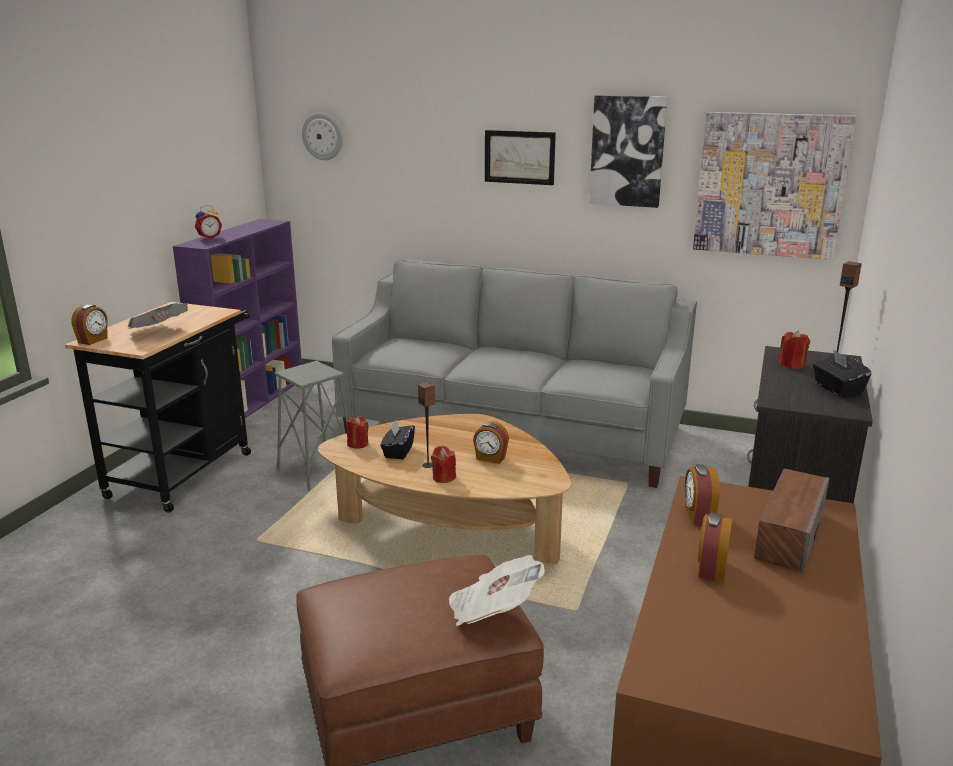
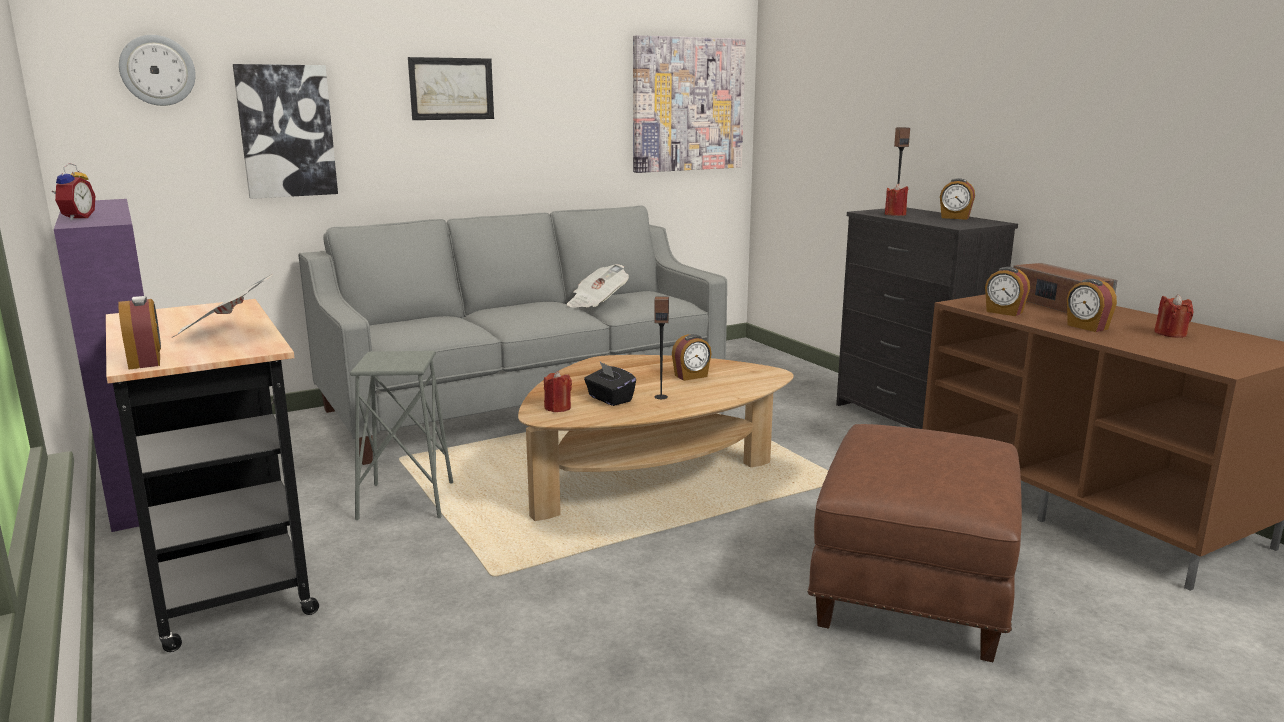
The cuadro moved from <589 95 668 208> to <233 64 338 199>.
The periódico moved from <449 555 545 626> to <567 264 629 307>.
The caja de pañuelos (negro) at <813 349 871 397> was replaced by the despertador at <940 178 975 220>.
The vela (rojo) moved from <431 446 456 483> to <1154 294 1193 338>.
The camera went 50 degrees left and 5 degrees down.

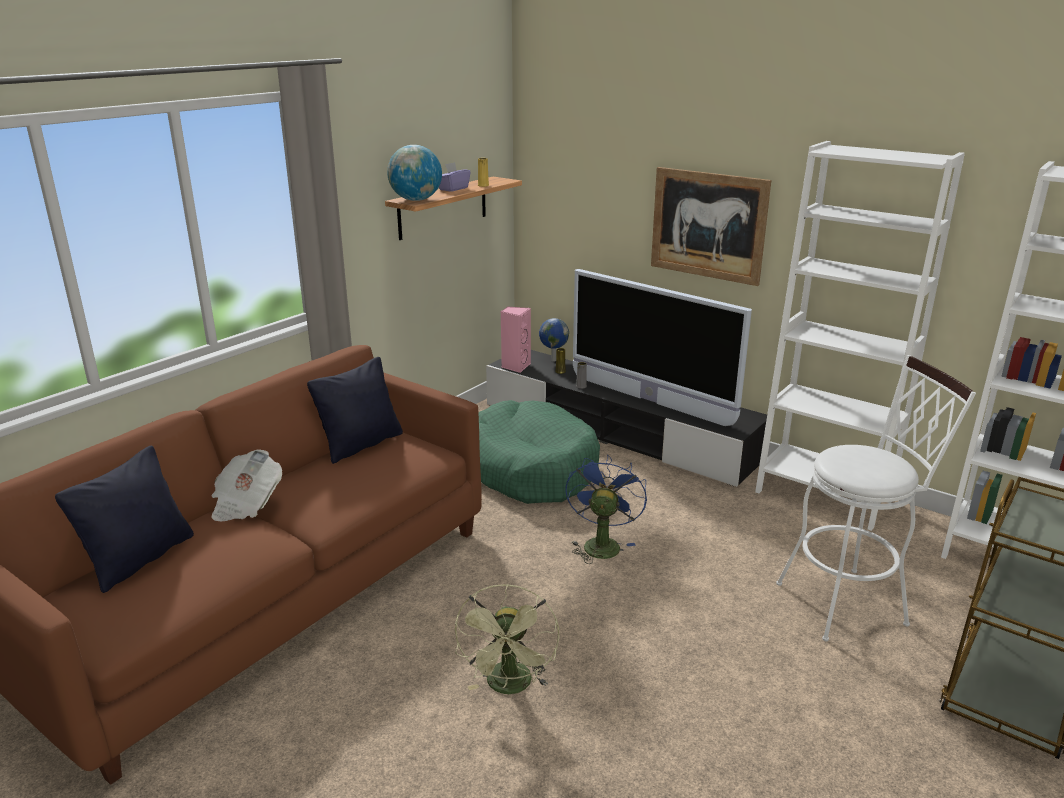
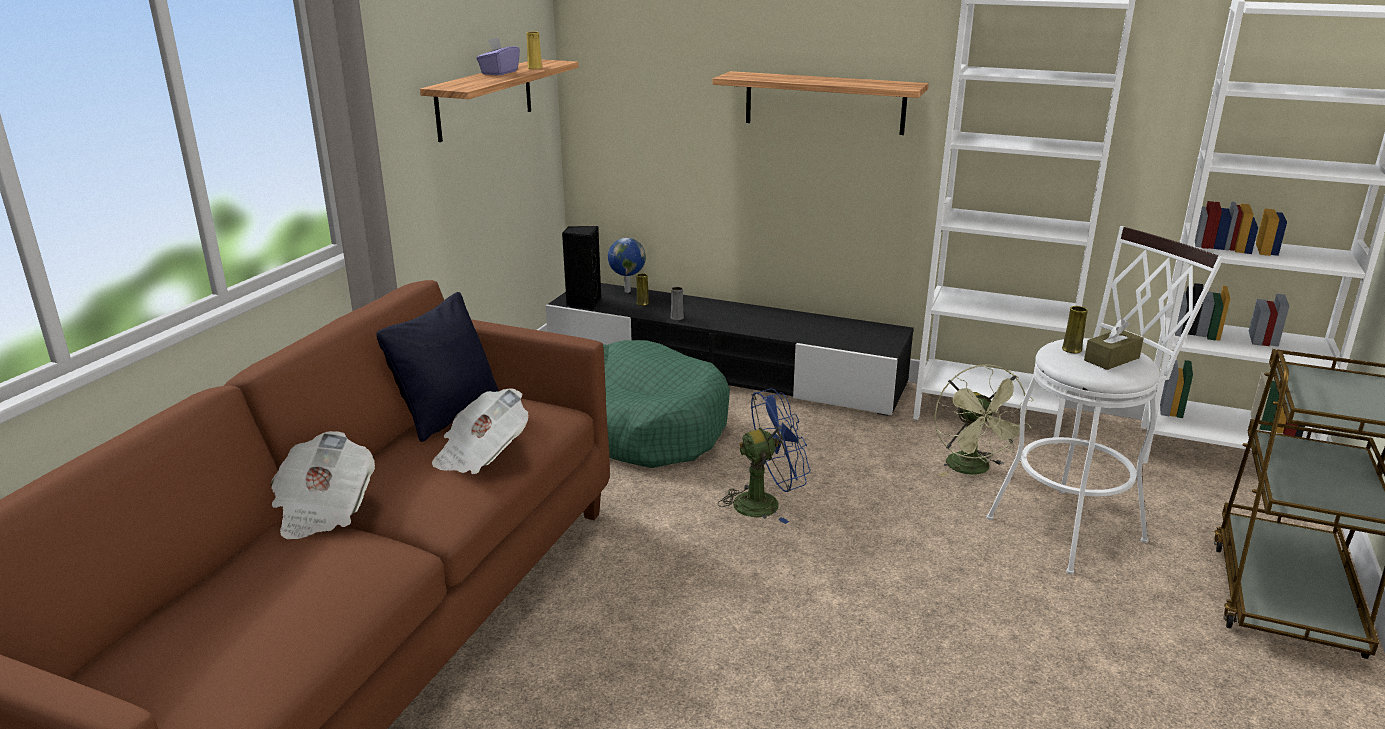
The periódico at <432 389 529 474> appeared.
The altavoz (rosa) at <500 306 531 373> became the altavoz (negro) at <562 226 601 310>.
The cuadro at <651 167 771 286> was replaced by the estante at <713 71 929 135>.
The ventilador (azul) at <565 454 647 564> turned 75 degrees clockwise.
The ventilador (verde) moved from <455 584 559 694> to <934 364 1033 477>.
The florero (amarillo) at <1062 306 1088 353> appeared.
The caja de pañuelos (marrón) at <1084 319 1144 370> appeared.
The cojín (negro) at <55 446 194 593> disappeared.
The globo terráqueo at <387 145 442 201> disappeared.
The televisor at <573 269 752 426> disappeared.
The camera went 15 degrees left and 0 degrees up.

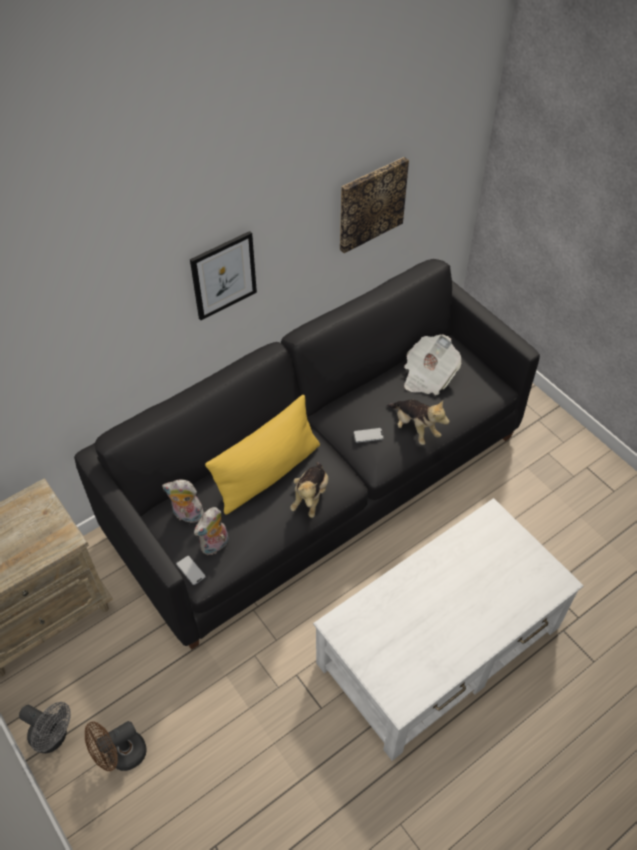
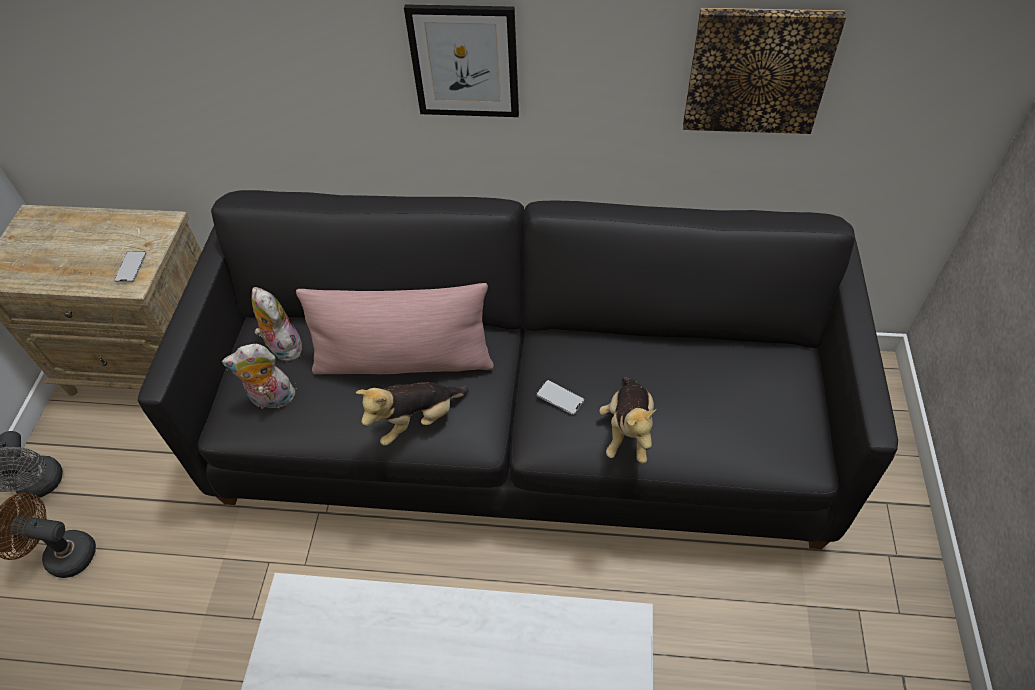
The móvil moved from <176 555 206 585> to <114 251 147 282>.
The cojín (amarillo) at <205 395 320 515> became the cojín (rosa) at <296 283 494 375>.
The periódico at <404 335 461 395> disappeared.
The camera went 45 degrees right and 0 degrees up.

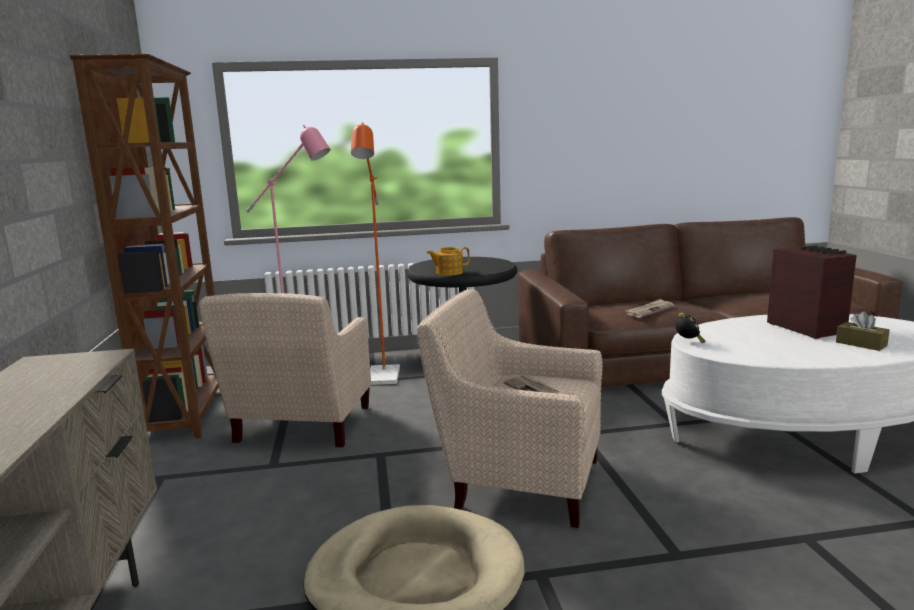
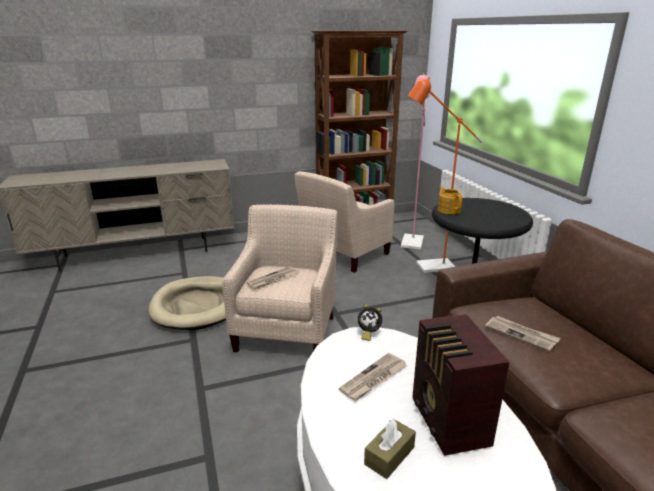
The sillón (beis) at <199 293 371 447> turned 45 degrees counterclockwise.
The periódico at <339 353 408 401> appeared.
The radio at <767 245 857 339> turned 105 degrees clockwise.
The camera went 80 degrees right and 10 degrees up.

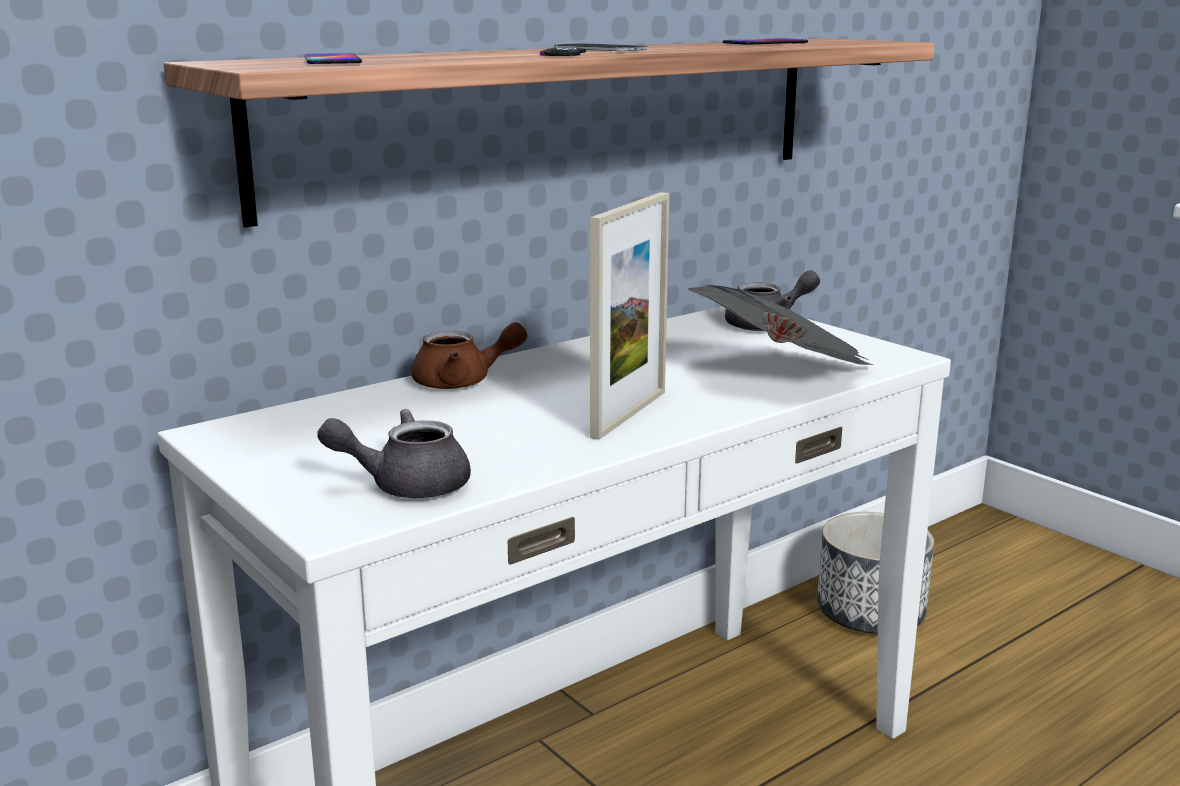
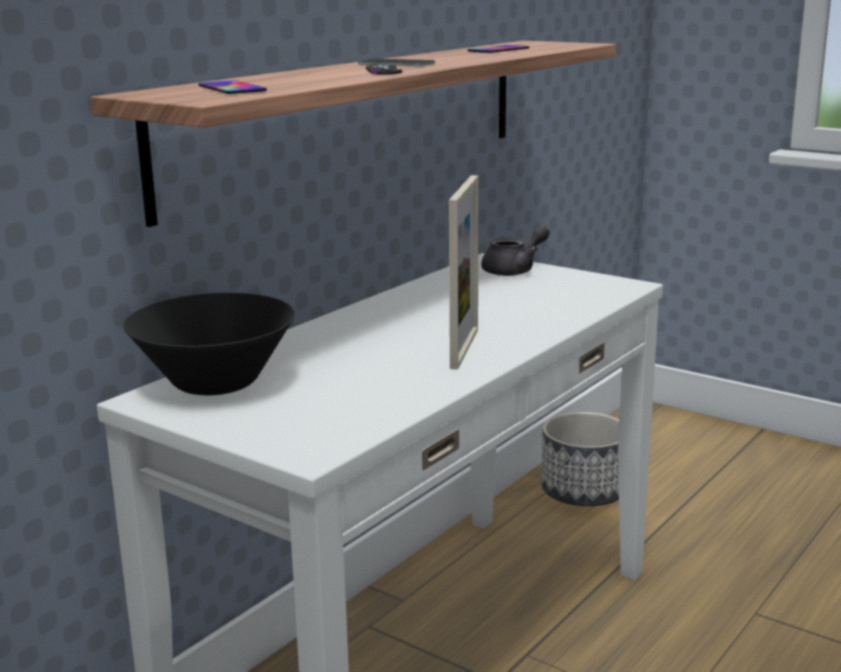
The cuenco (negro) at <123 293 295 395> appeared.
The tetera (gris) at <317 409 471 498> disappeared.
The tetera (marrón) at <411 322 527 389> disappeared.
The periódico at <688 285 874 365> disappeared.
The camera went 15 degrees left and 0 degrees up.

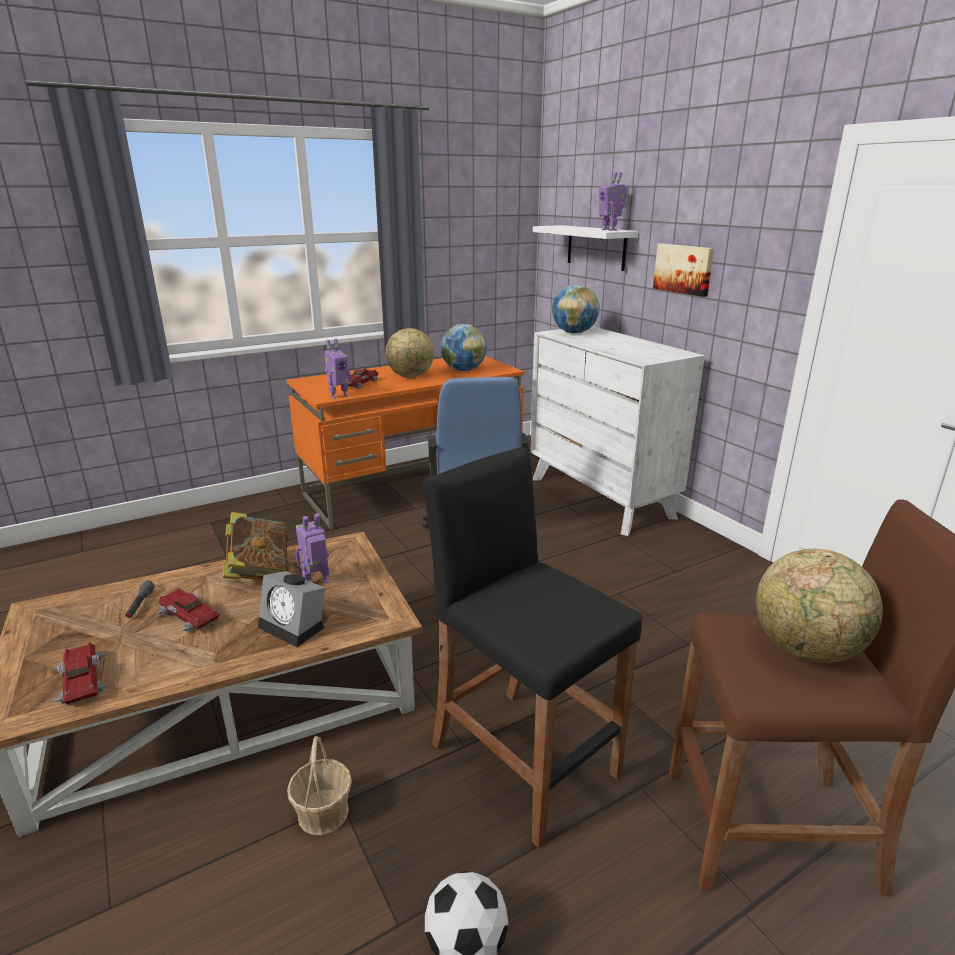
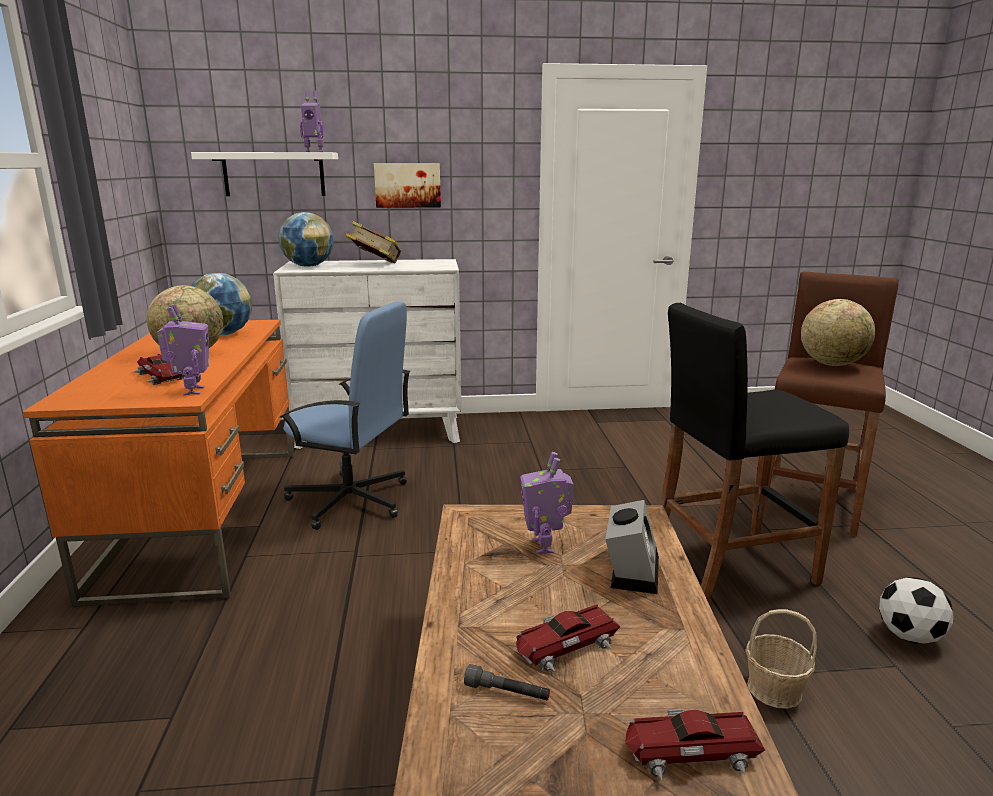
The libro moved from <223 512 289 580> to <346 221 401 263>.
The despertador at <258 571 325 647> turned 45 degrees counterclockwise.
The camera went 65 degrees left and 5 degrees down.

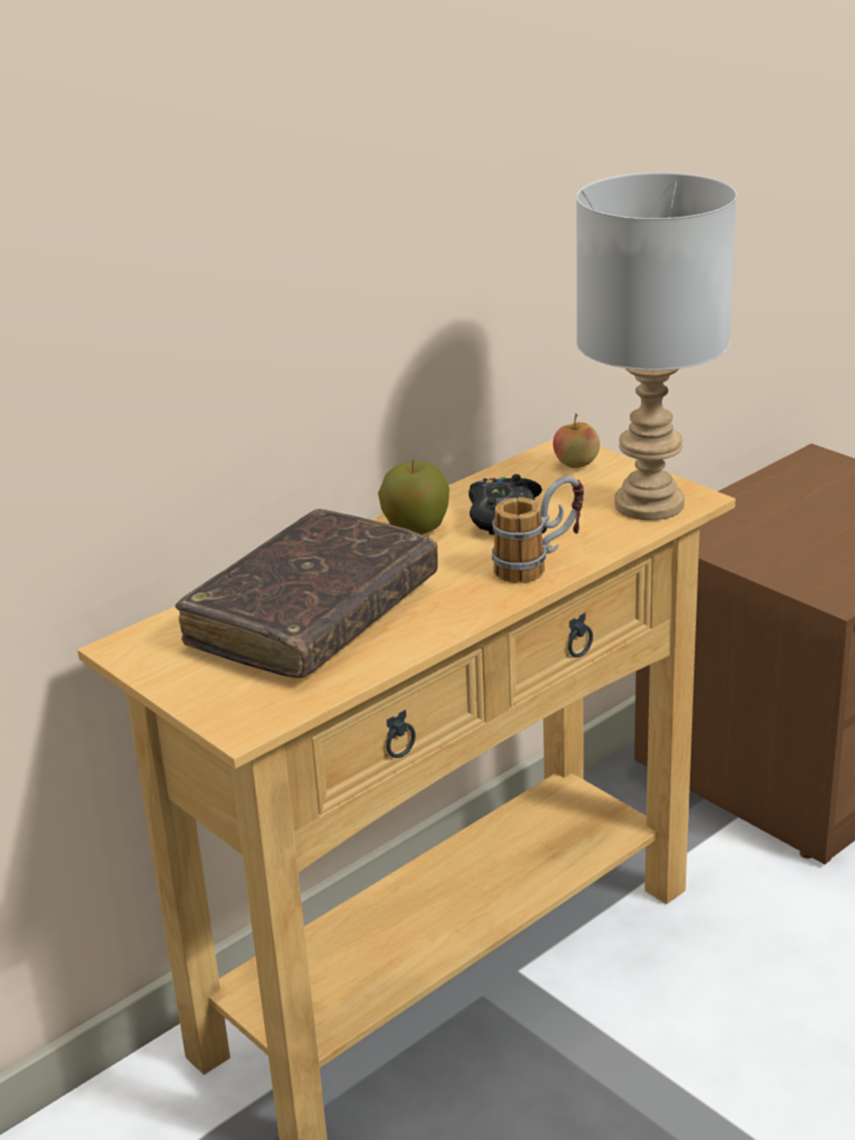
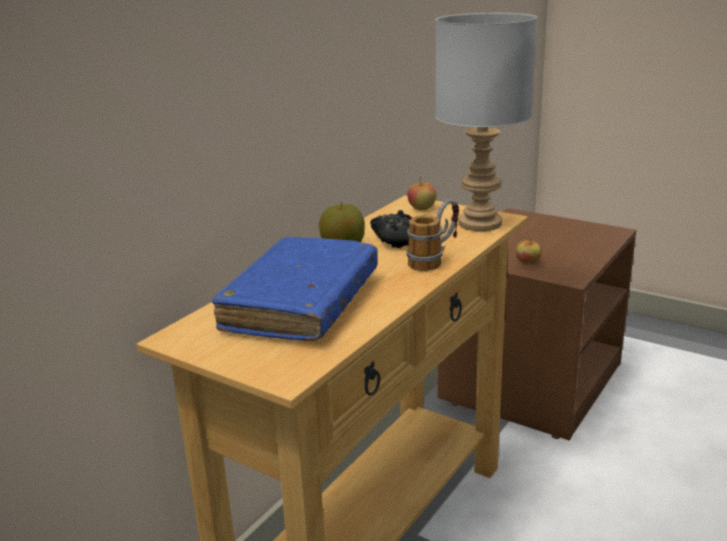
The libro (marrón) at <175 509 438 678> became the libro (azul) at <212 237 378 341>.
The manzana at <515 238 541 265> appeared.
The camera went 15 degrees left and 5 degrees down.

